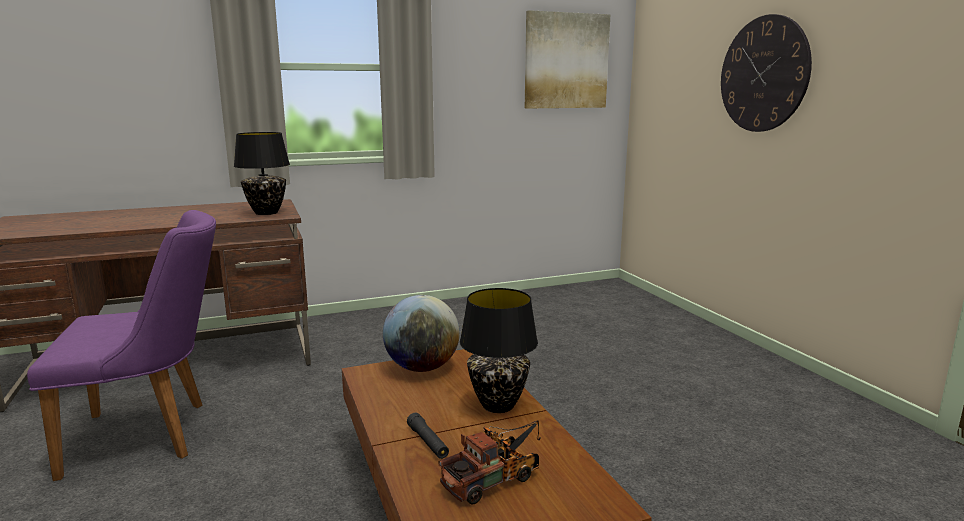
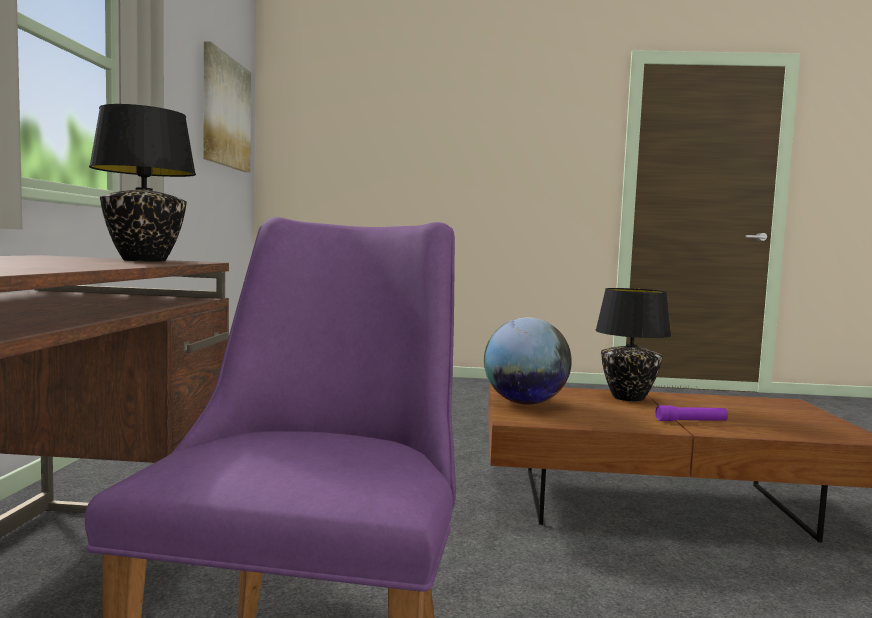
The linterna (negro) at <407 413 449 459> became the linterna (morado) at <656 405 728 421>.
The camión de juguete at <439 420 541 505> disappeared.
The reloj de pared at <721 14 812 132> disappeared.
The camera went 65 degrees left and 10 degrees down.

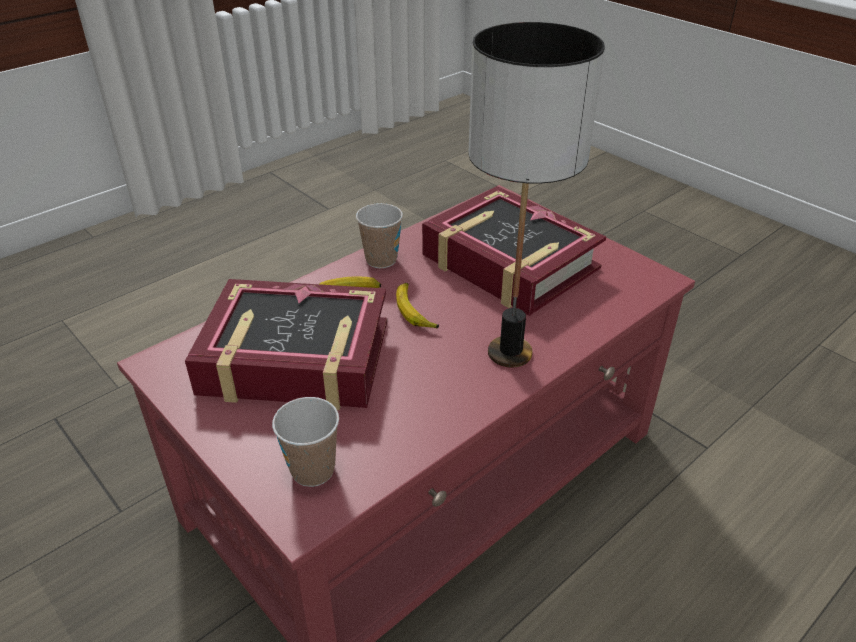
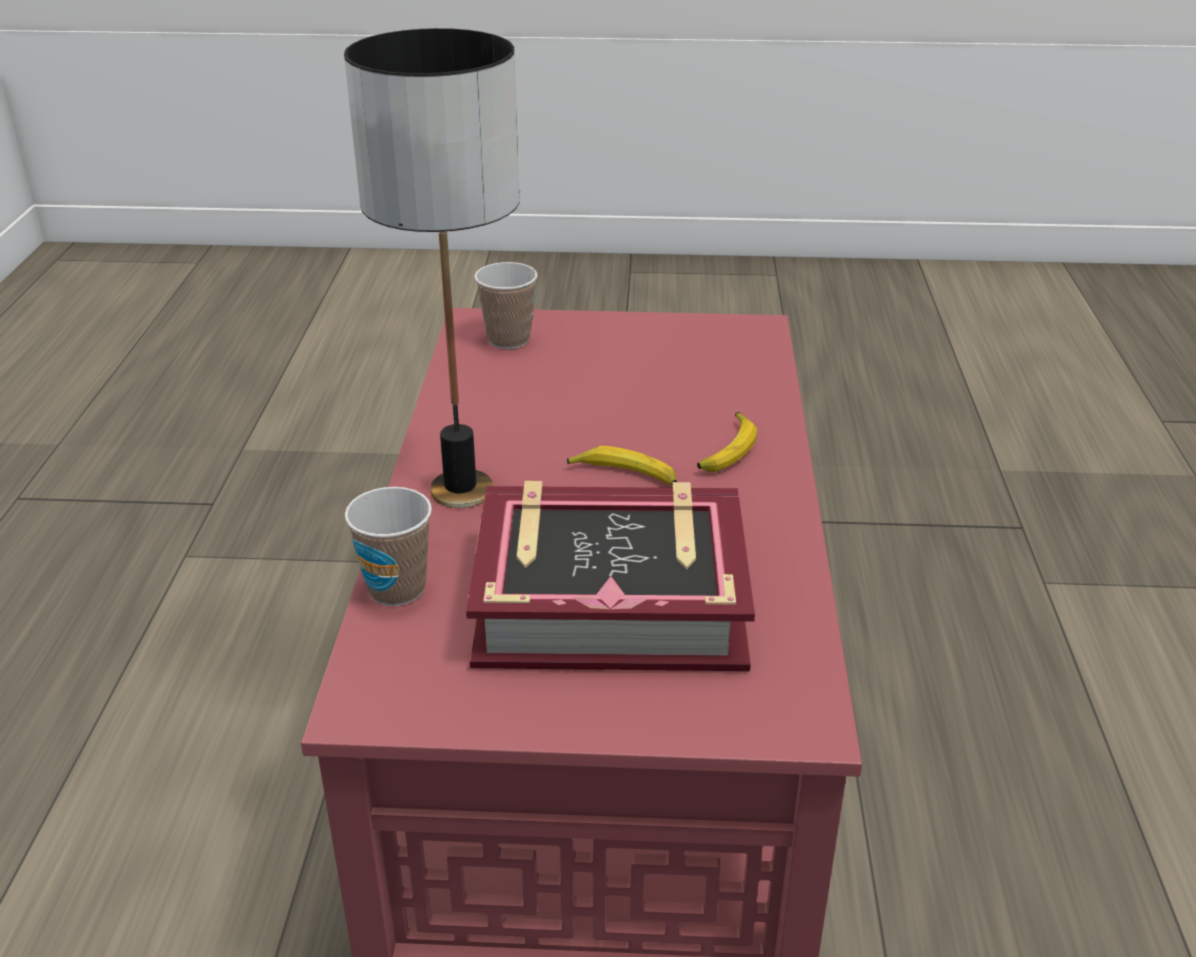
The taza moved from <356 203 403 268> to <345 487 432 606>.
The libro at <185 279 387 410> disappeared.
The camera went 135 degrees right and 5 degrees down.

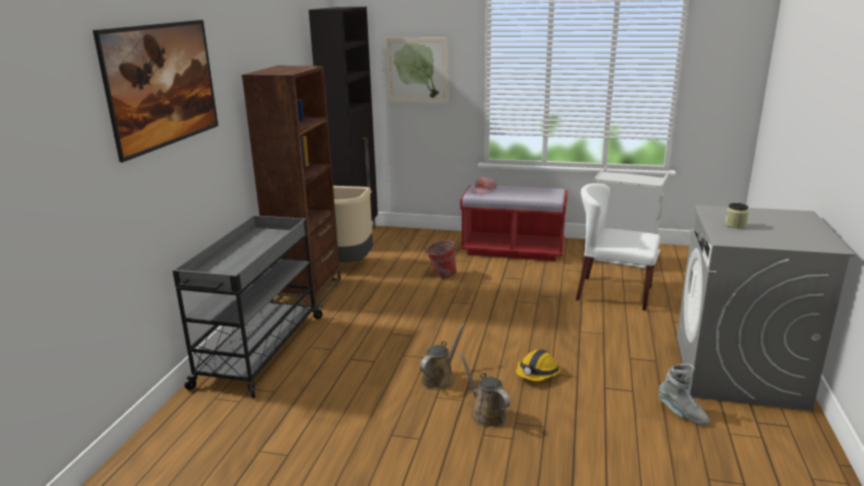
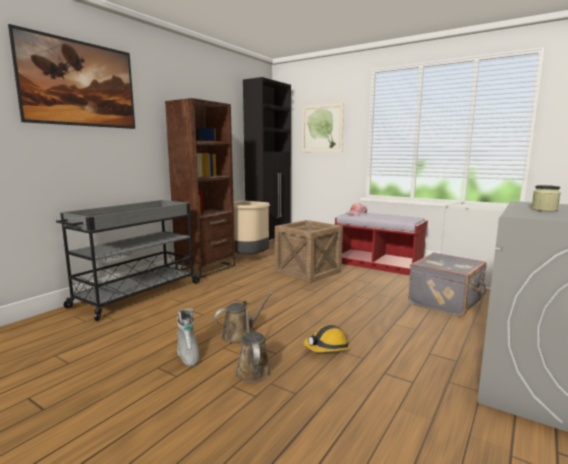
The bota (gris) moved from <659 364 710 425> to <177 308 199 366>.
The cubo at <424 240 457 278> was replaced by the caja de embalaje at <275 220 343 283>.
The silla (blanco) at <576 183 660 311> was replaced by the maleta (gris) at <408 252 486 317>.
The camera went 20 degrees right and 10 degrees down.

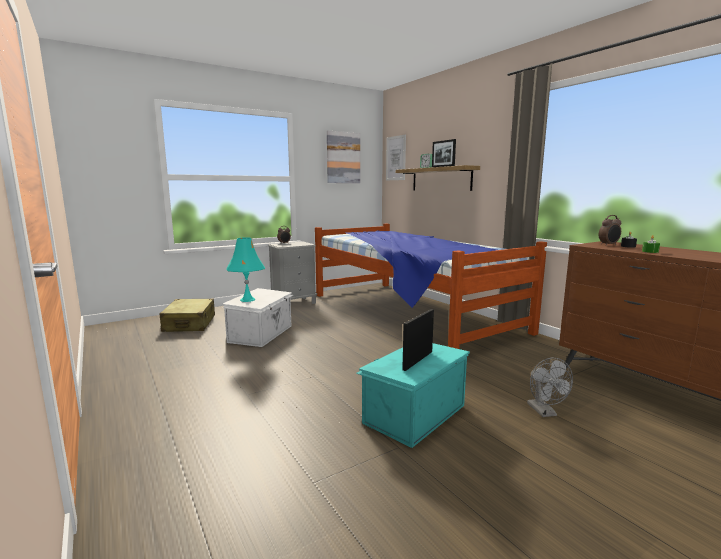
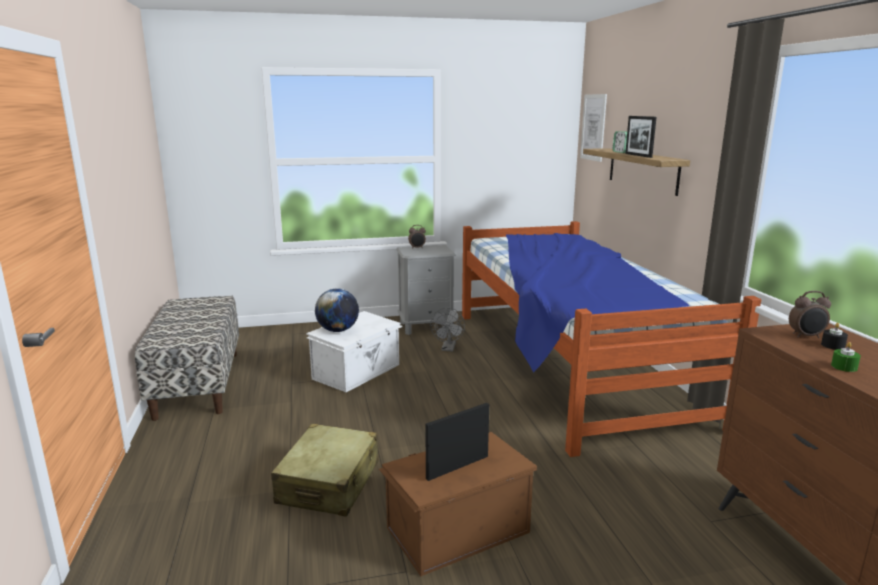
The banco at <135 296 239 421> appeared.
The maleta (beis) moved from <160 298 215 332> to <271 424 378 517>.
The lámpara de mesa (turquesa) at <226 237 265 302> was replaced by the globo terráqueo at <315 289 359 332>.
The caja de almacenaje (turquesa) at <356 343 470 448> became the caja de almacenaje (marrón) at <379 432 538 577>.
The ventilador (gris) moved from <527 358 573 417> to <430 308 465 352>.
The cuadro at <327 131 360 183> disappeared.
The camera went 20 degrees right and 5 degrees up.

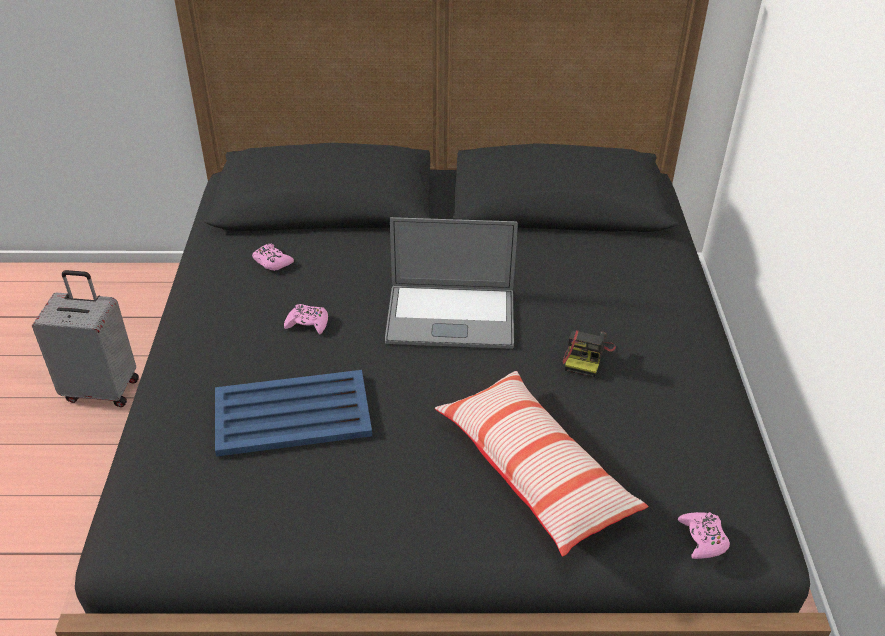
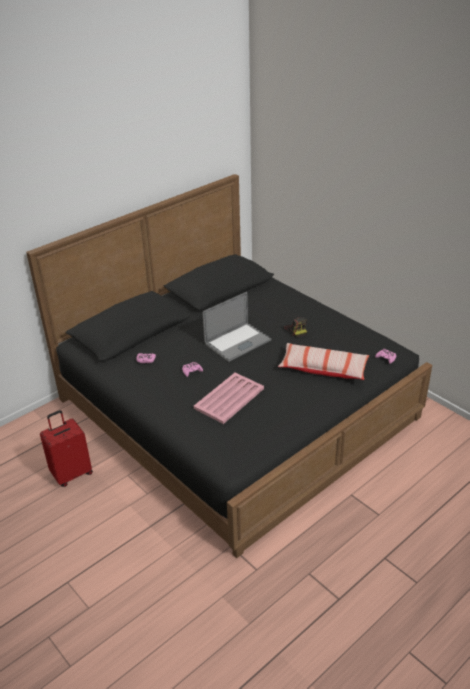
The maleta (gris) at <32 270 139 407> became the maleta (rojo) at <40 410 93 487>.
The bandeja (azul) at <215 370 372 457> became the bandeja (rosa) at <194 373 264 424>.
The camera went 40 degrees left and 5 degrees down.

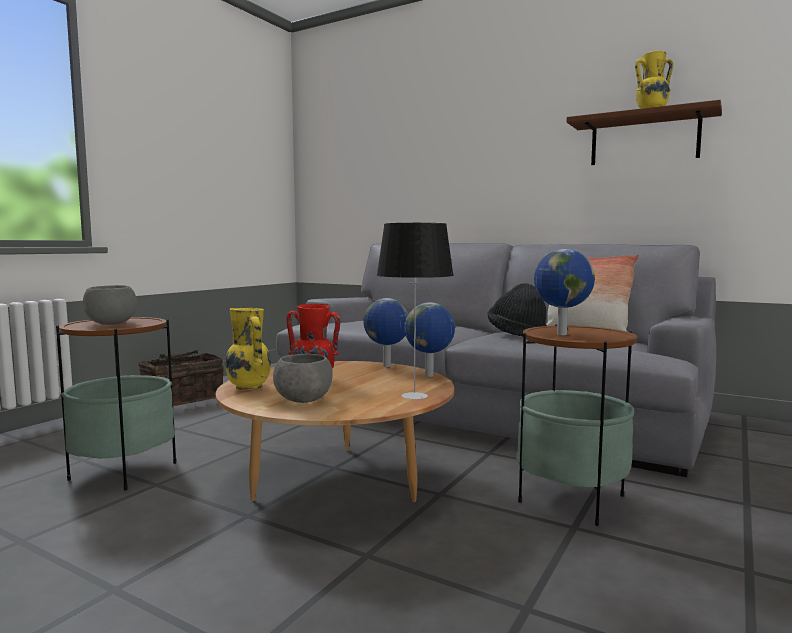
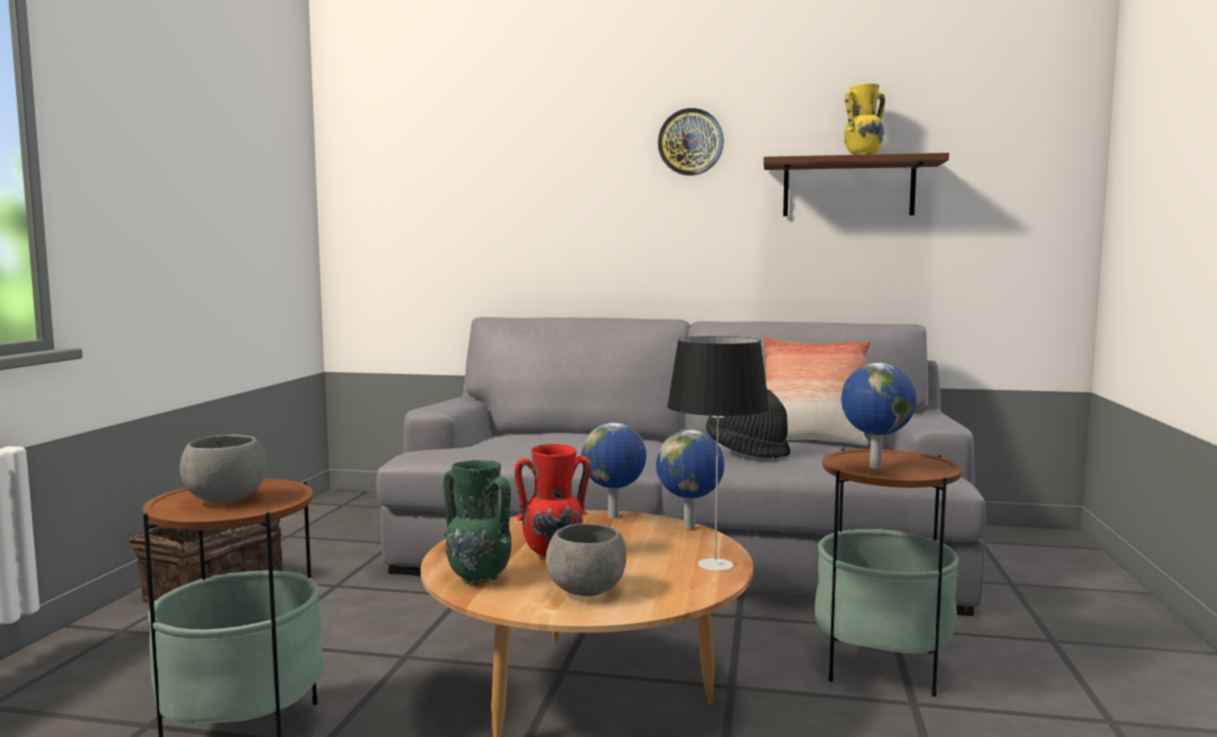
The florero (amarillo) at <225 308 271 390> became the florero (verde) at <443 460 512 585>.
The reloj de pared at <658 108 724 176> appeared.
The camera went 20 degrees left and 0 degrees up.

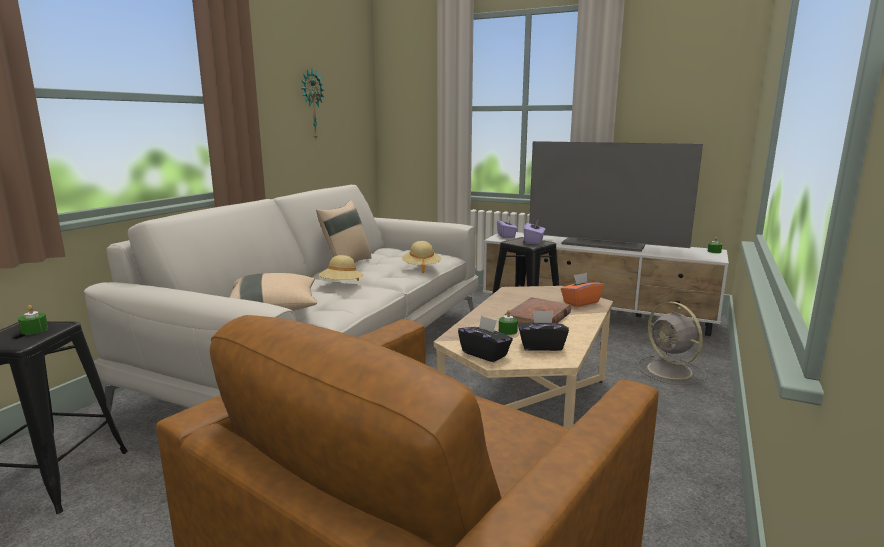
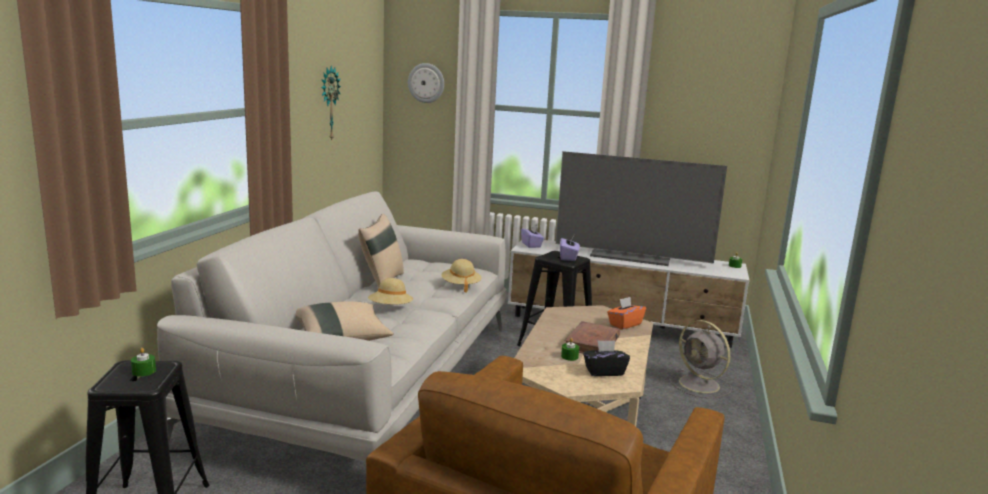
The reloj de pared at <408 63 444 103> appeared.
The caja de pañuelos (negro) at <458 315 513 362> disappeared.
The camera went 10 degrees left and 0 degrees up.

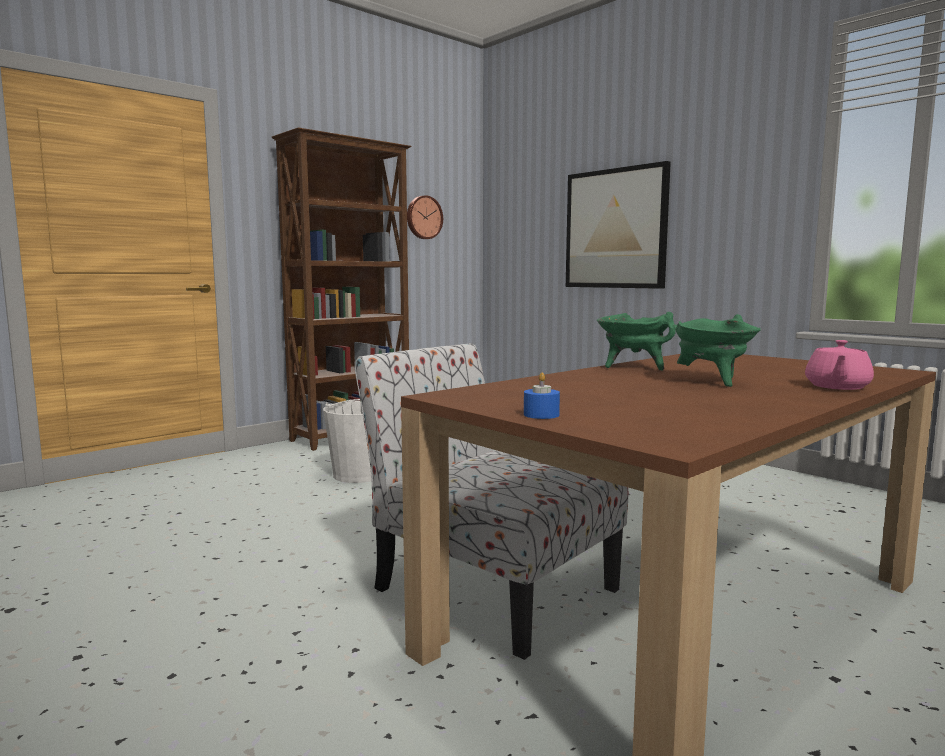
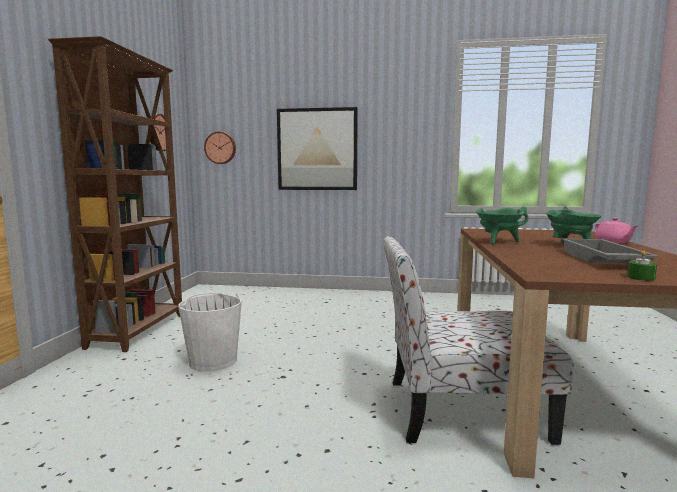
The reloj de pared at <204 132 236 164> appeared.
The bandeja (gris) at <562 239 659 263> appeared.
The vela (azul) at <524 373 560 419> became the vela (verde) at <627 251 657 281>.
The camera went 40 degrees left and 0 degrees up.

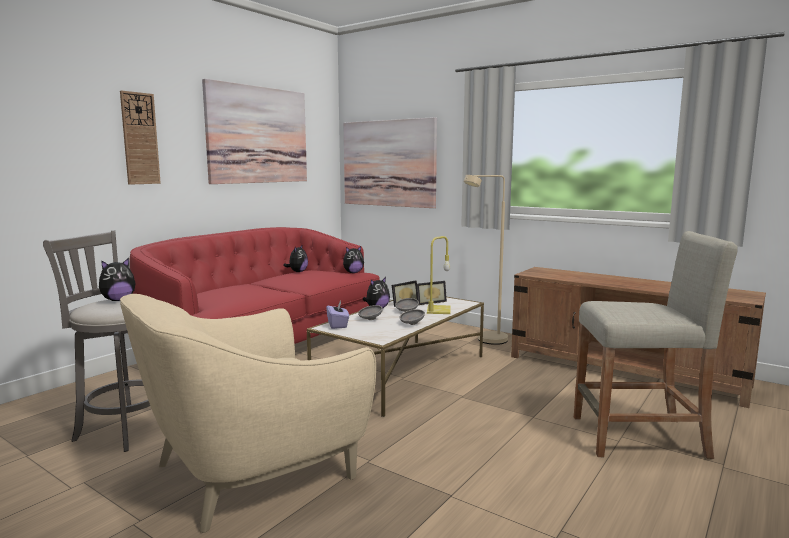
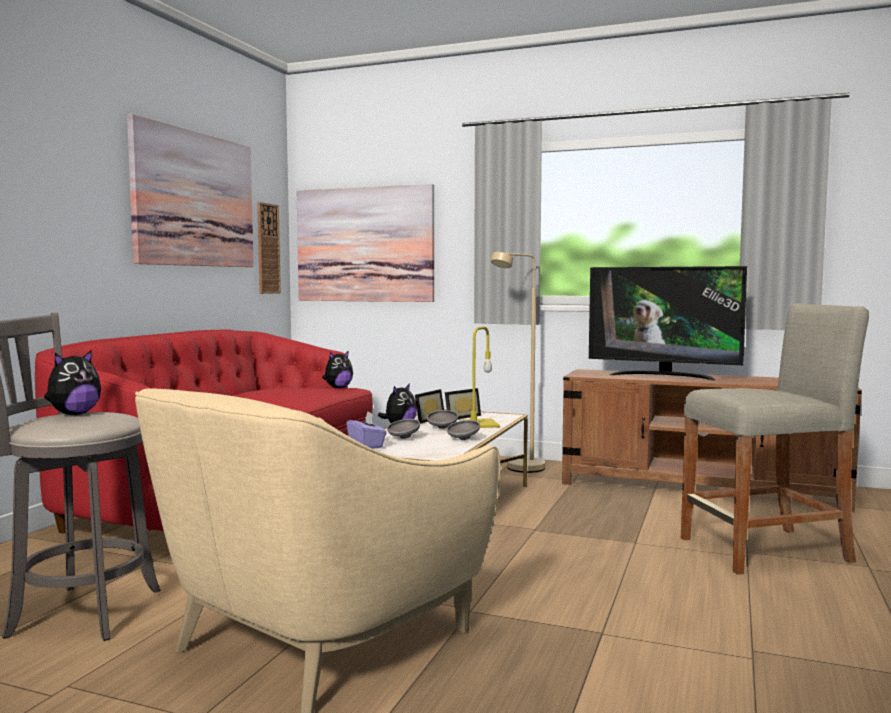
The reloj de pared moved from <120 90 161 185> to <257 202 281 294>.
The televisor at <589 266 747 381> appeared.
The peluche at <283 244 308 272> disappeared.
The camera went 15 degrees left and 5 degrees down.

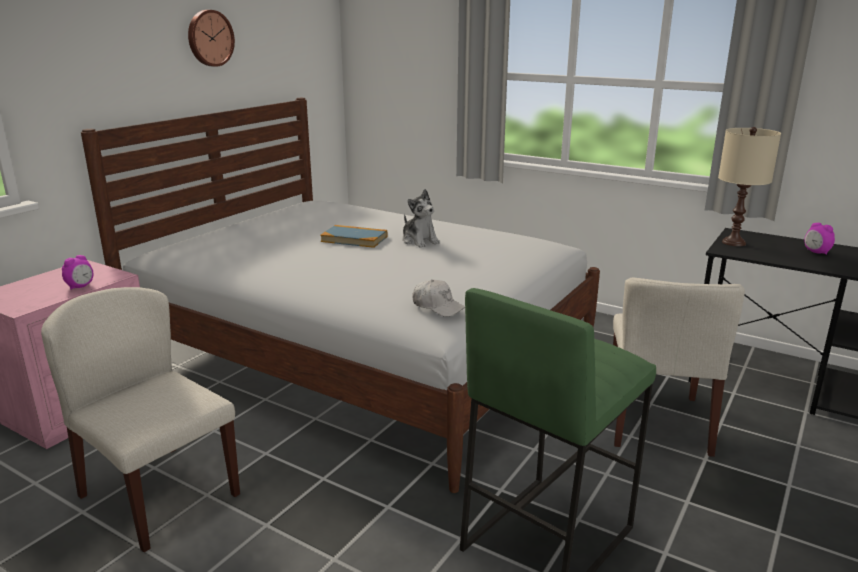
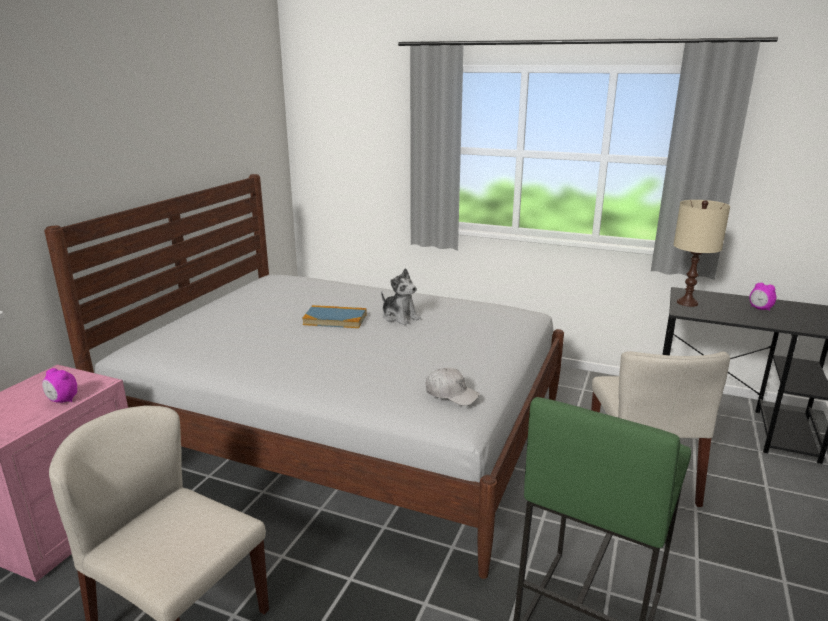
The despertador at <62 255 93 289> turned 90 degrees clockwise.
The reloj de pared at <188 10 235 67> disappeared.
The camera went 10 degrees left and 0 degrees up.

